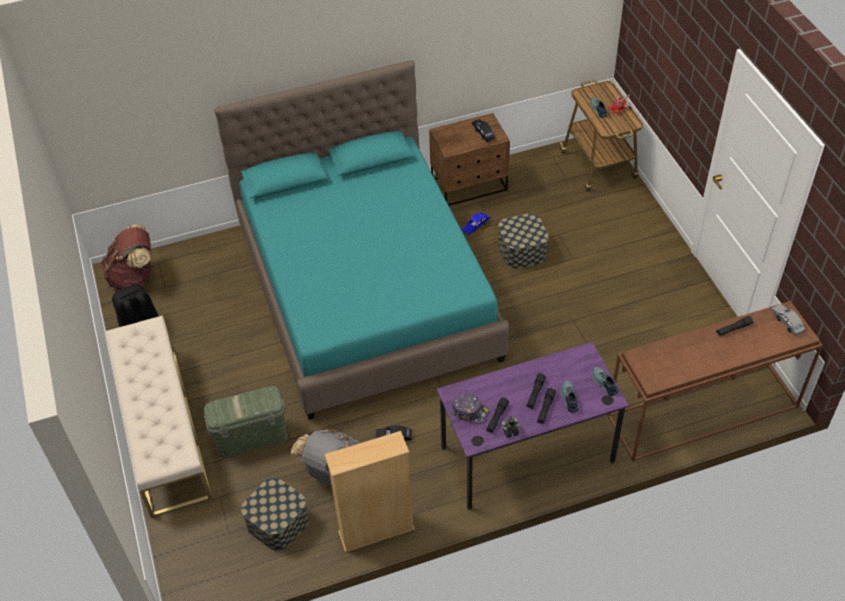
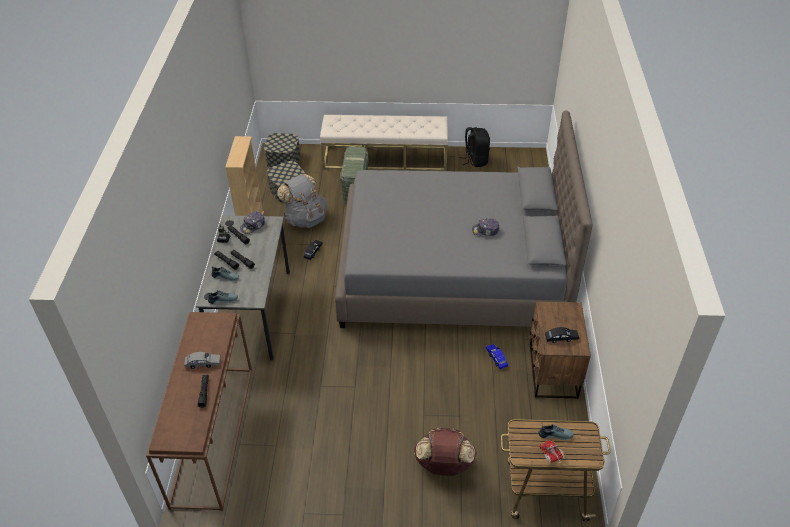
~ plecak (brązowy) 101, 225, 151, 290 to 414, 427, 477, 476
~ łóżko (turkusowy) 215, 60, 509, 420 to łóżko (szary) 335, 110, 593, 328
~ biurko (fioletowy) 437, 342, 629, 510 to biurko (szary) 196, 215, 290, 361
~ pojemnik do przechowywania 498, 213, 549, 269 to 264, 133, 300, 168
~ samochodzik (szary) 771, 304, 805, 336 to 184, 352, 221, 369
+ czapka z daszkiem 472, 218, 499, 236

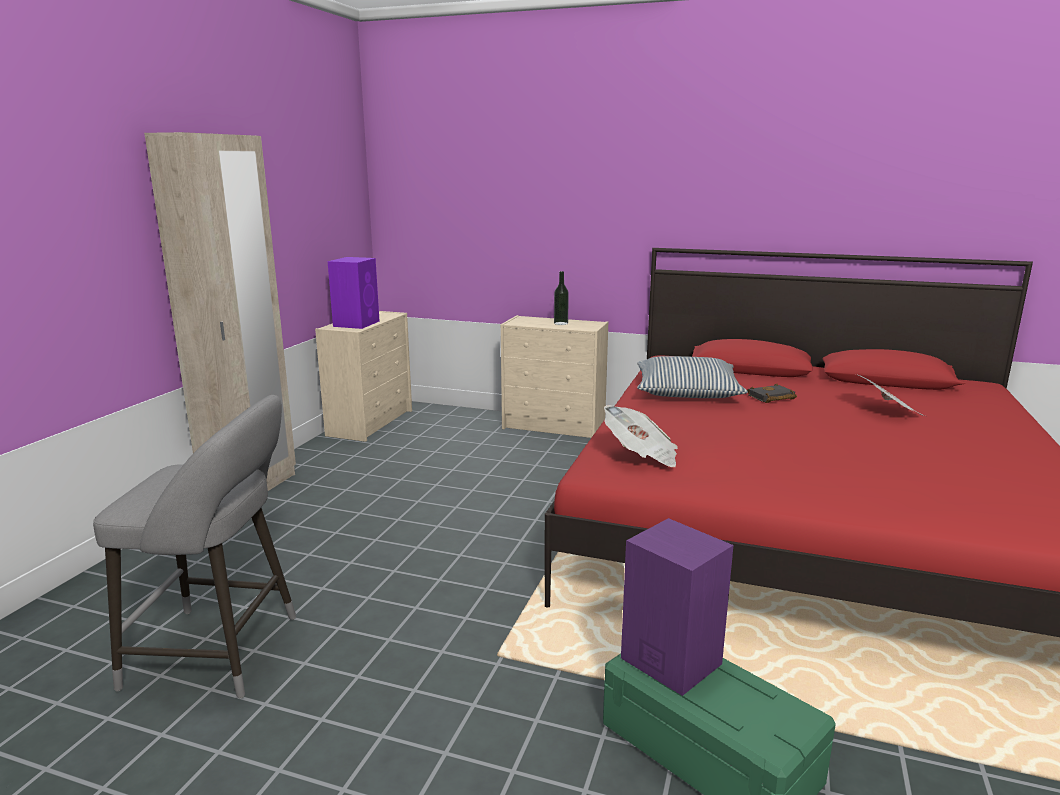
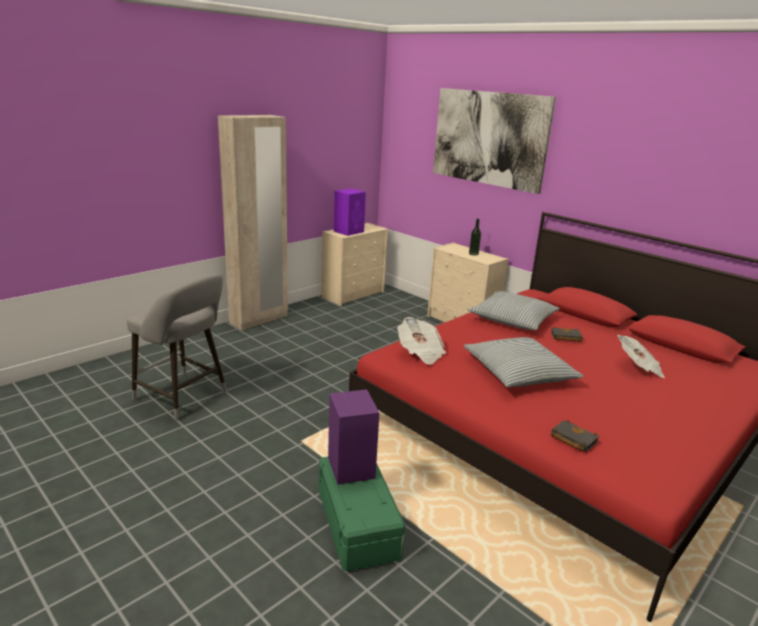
+ obraz 433, 88, 556, 194
+ poduszka 464, 337, 584, 387
+ książka (czarny) 551, 420, 599, 452

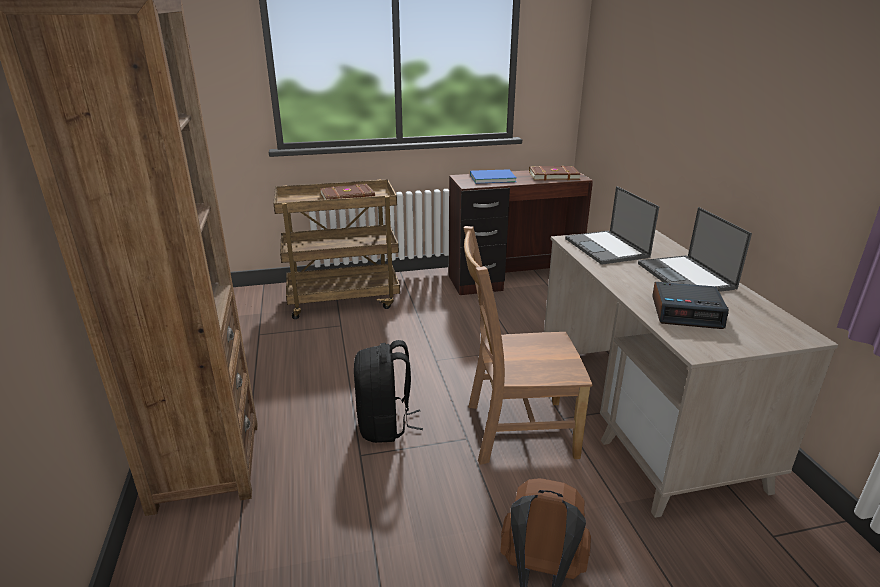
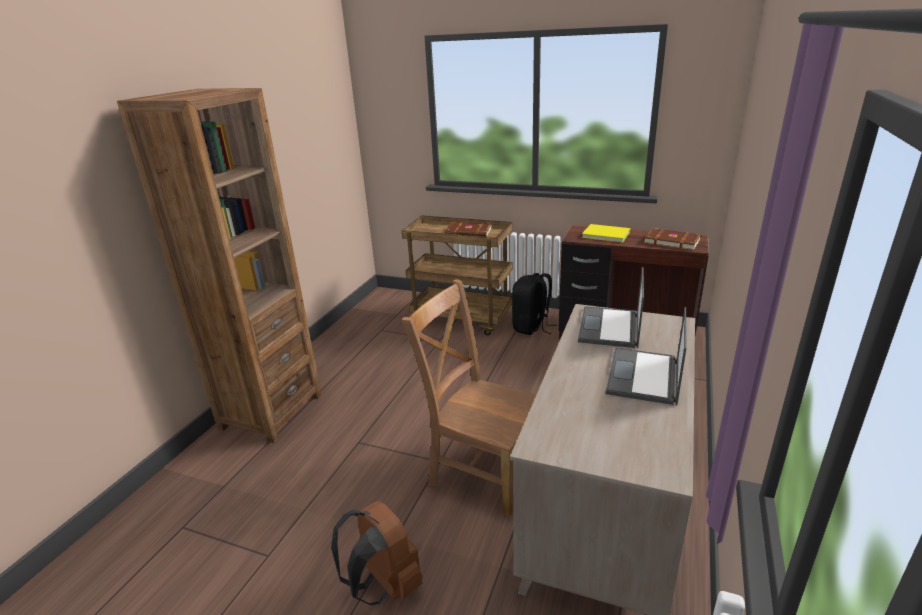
~ plecak (czarny) 354, 340, 423, 443 to 512, 273, 557, 335
~ książka (niebieski) 470, 169, 516, 184 to książka (żółty) 582, 224, 630, 242
- budzik 652, 282, 729, 329

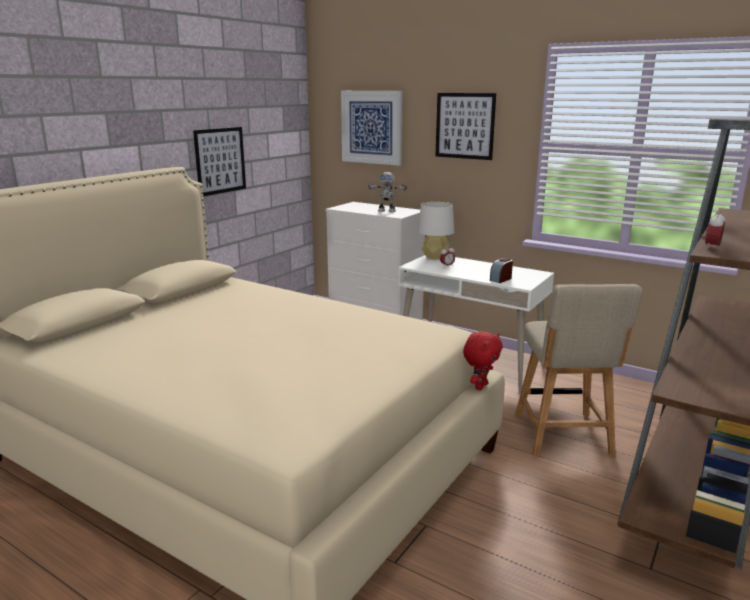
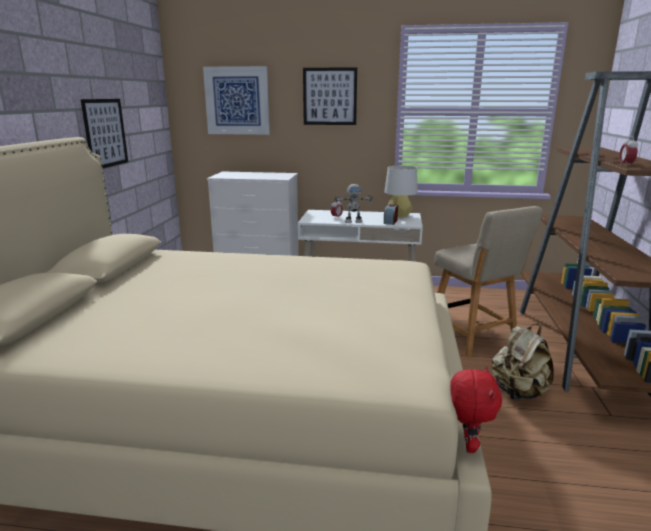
~ robot zabawkowy 368, 172, 407, 212 to 334, 184, 373, 223
~ lampa stołowa (szary) 418, 202, 454, 259 to 385, 166, 418, 217
~ pluszak (czerwony) 463, 331, 503, 390 to 450, 367, 502, 453
+ plecak (beżowy) 492, 324, 554, 400

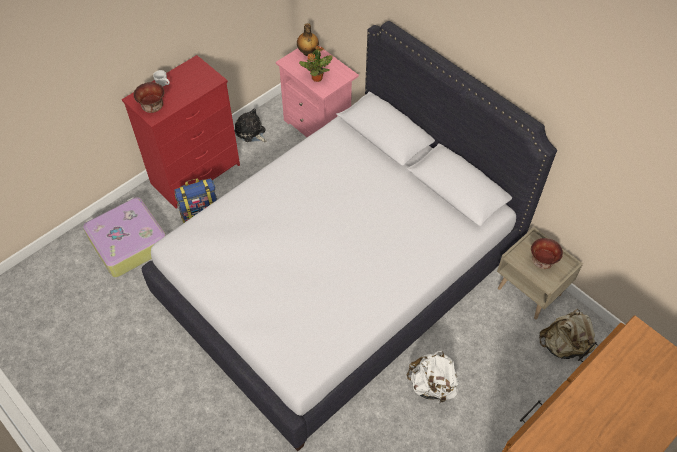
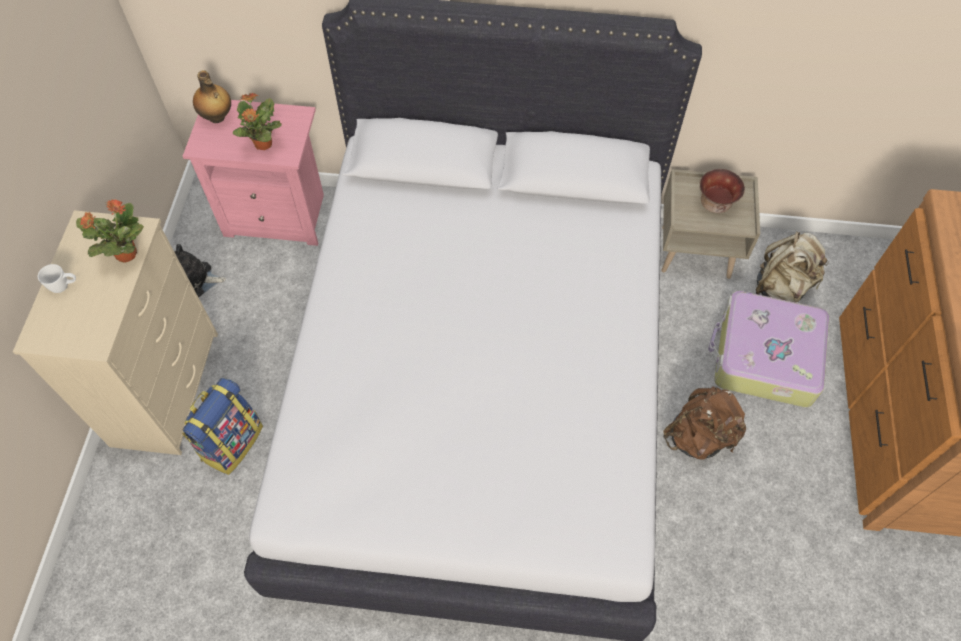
~ walizka 83, 197, 166, 277 to 708, 291, 829, 407
~ komoda (czerwony) 122, 55, 240, 209 to komoda (beżowy) 13, 210, 218, 455
- miska 133, 82, 165, 113
~ plecak (biały) 406, 350, 459, 405 to plecak (brązowy) 663, 386, 746, 459
+ roślina doniczkowa 76, 199, 144, 263

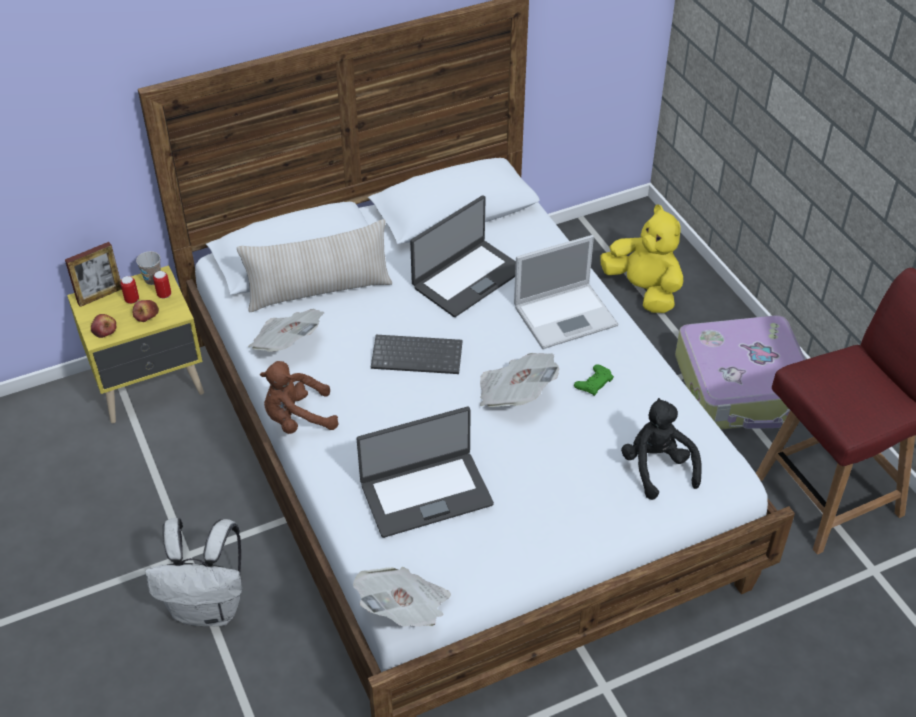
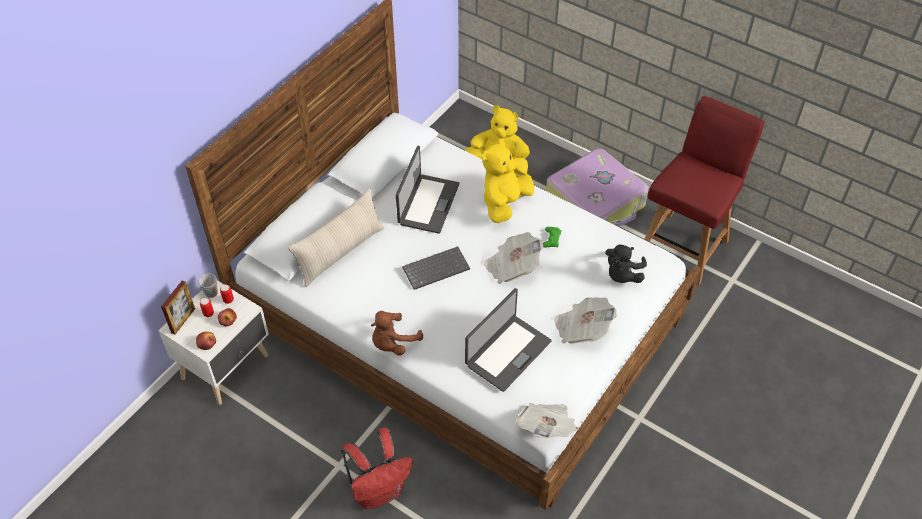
~ szafka nocna (żółty) 67, 266, 204, 423 to szafka nocna (biały) 158, 280, 269, 405
~ plecak (biały) 145, 518, 242, 627 to plecak (czerwony) 341, 428, 413, 509
~ gazeta 248, 309, 324, 352 to 554, 297, 617, 344
~ laptop 514, 235, 618, 349 to pluszak (żółty) 482, 138, 534, 223
~ pluszak (czarny) 621, 398, 702, 500 = 605, 245, 647, 283 105 degrees counterclockwise

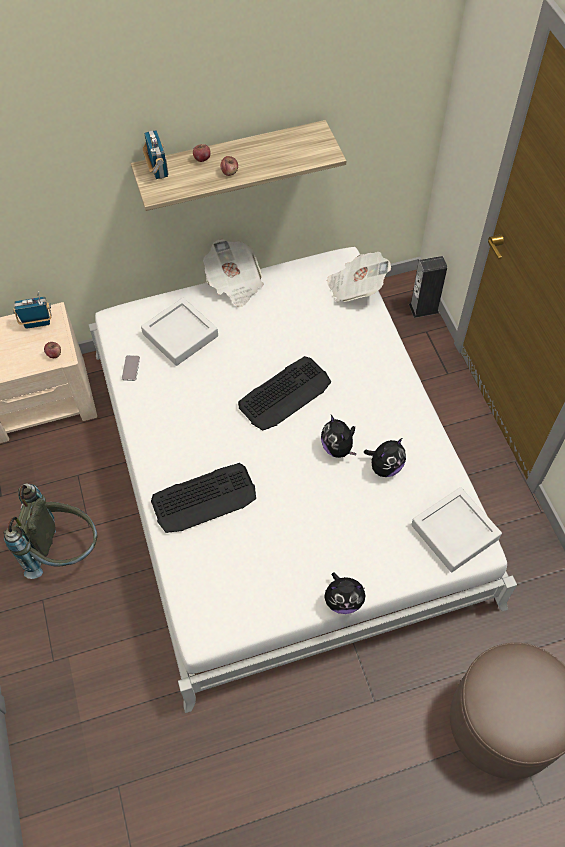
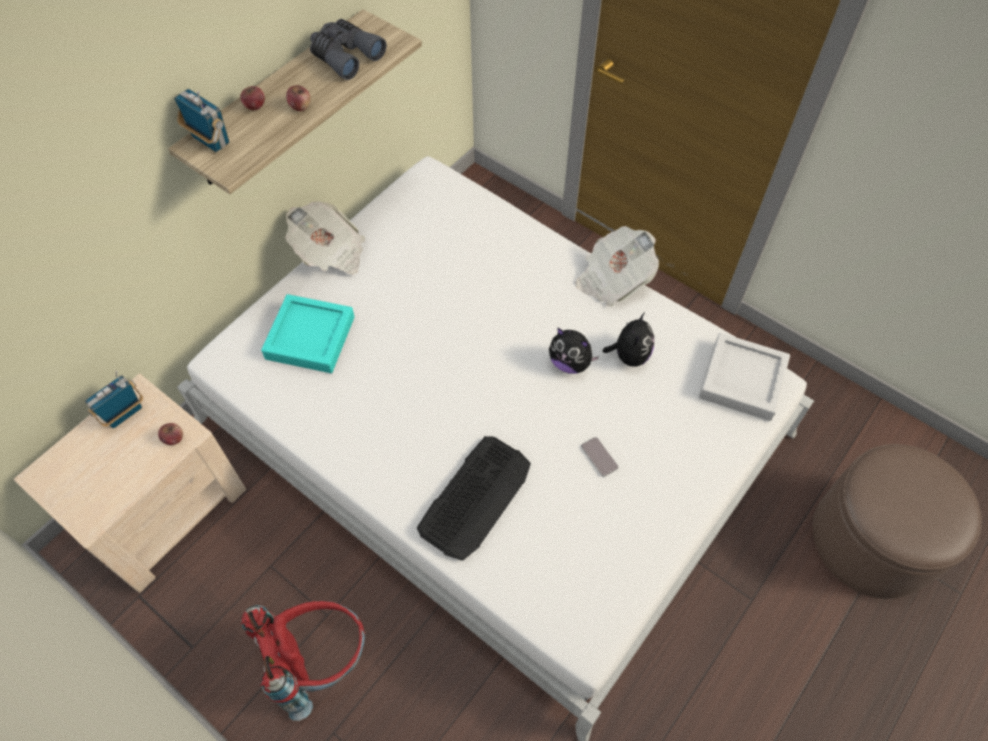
~ plecak (szary) 3, 484, 97, 579 to plecak (czerwony) 241, 601, 365, 721
~ telefon 122, 355, 140, 381 to 581, 437, 618, 477
~ taca (szary) 141, 298, 218, 366 to taca (turkusowy) 261, 294, 355, 373
- klawiatura 238, 356, 331, 431
- pluszak 324, 572, 367, 614
~ gazeta 326, 252, 391, 303 to 575, 226, 659, 307
- głośnik 409, 256, 447, 318
+ lornetka (szary) 310, 19, 387, 80

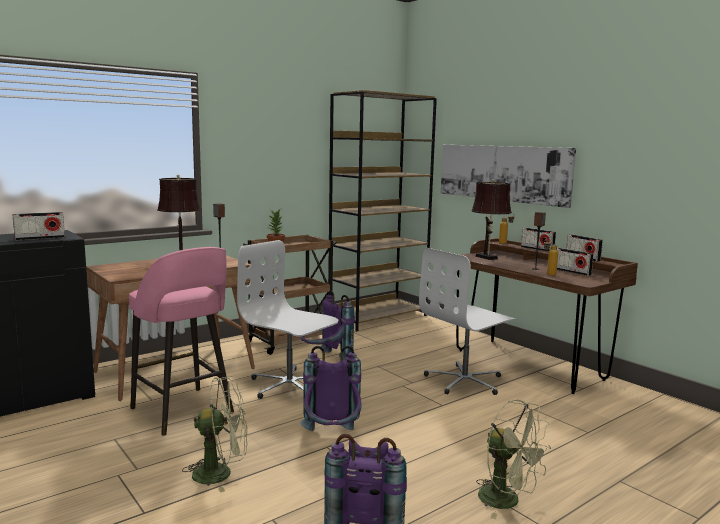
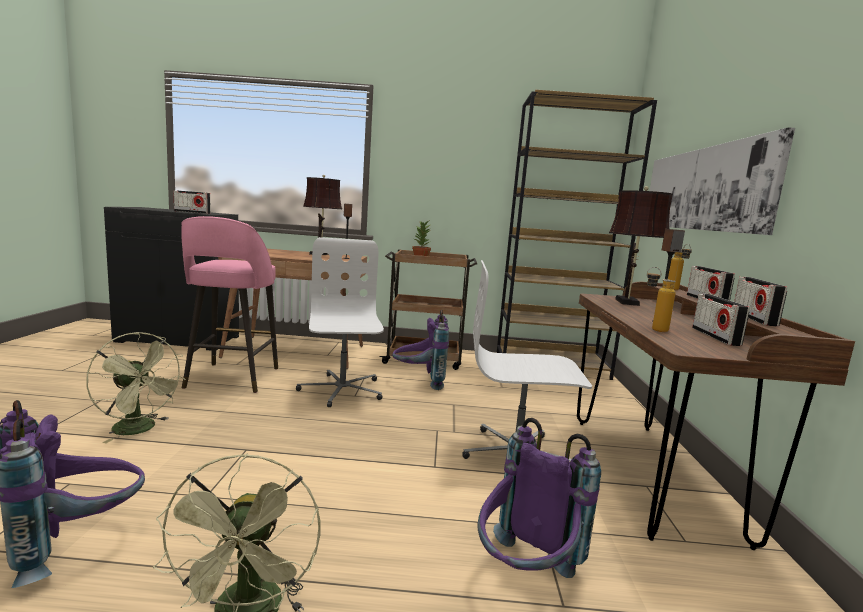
~ plecak (fioletowy) 300, 346, 362, 431 to 477, 418, 601, 578

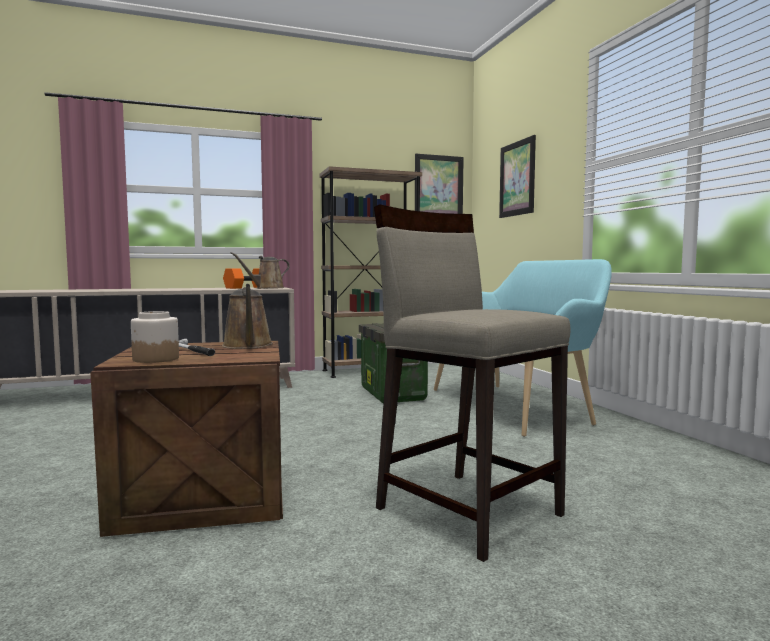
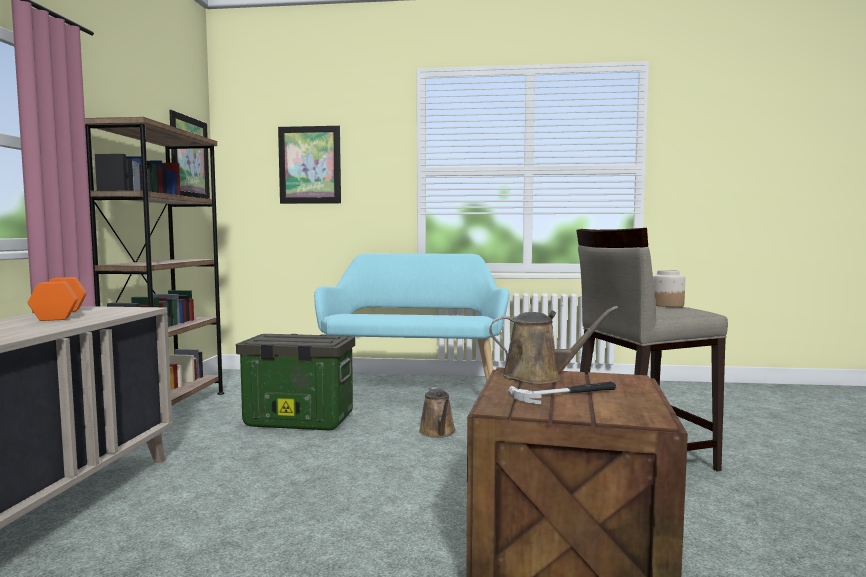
~ słoik 131, 311, 179, 363 to 653, 270, 685, 307
~ konewka (brązowy) 231, 252, 290, 289 to 419, 387, 456, 438

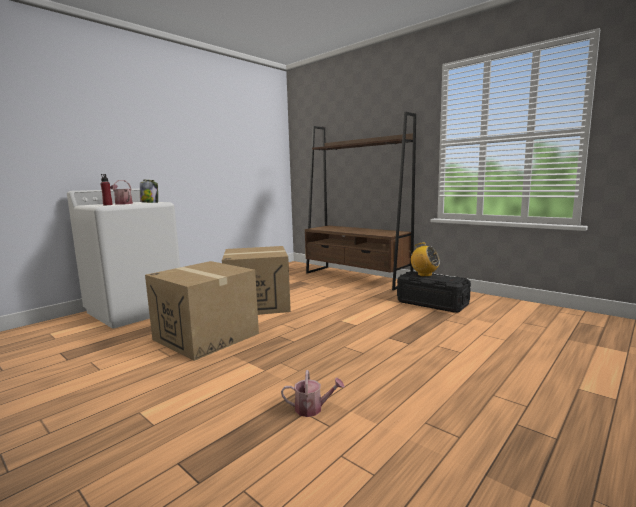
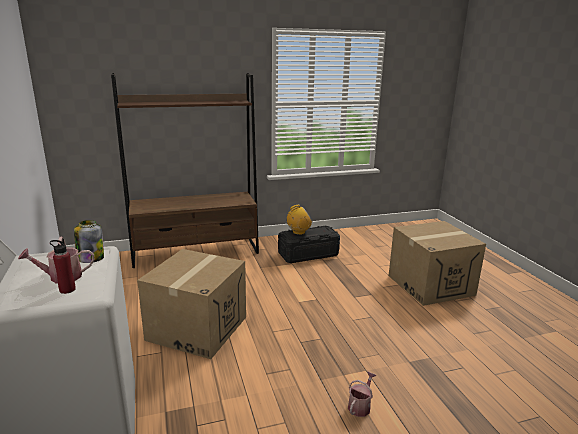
~ karton 145, 261, 259, 361 to 389, 221, 486, 306
~ konewka 281, 370, 345, 417 to 348, 372, 377, 417

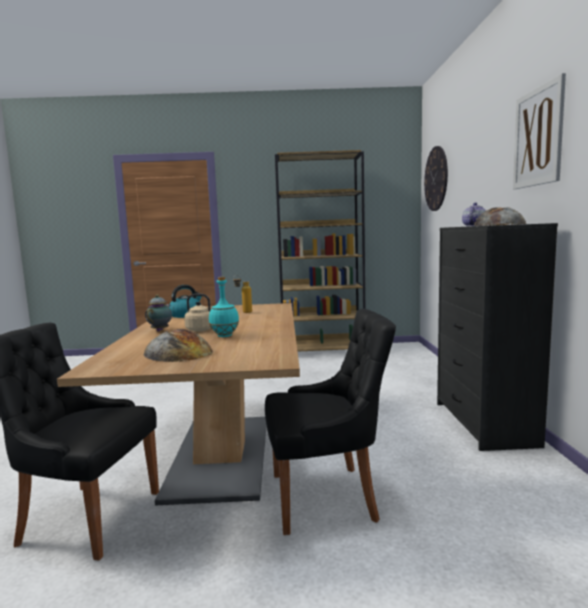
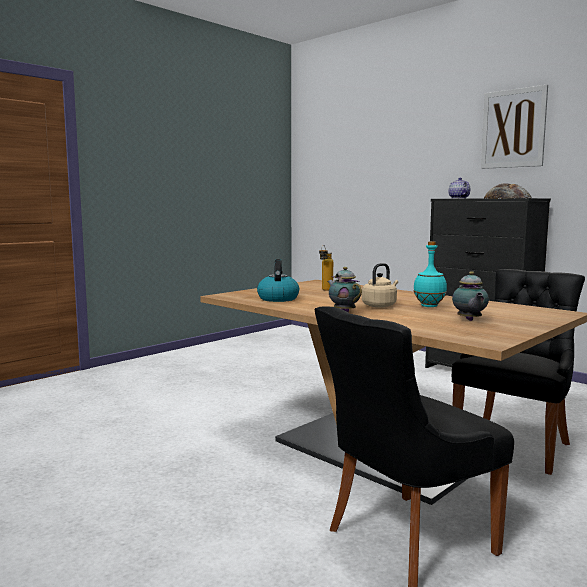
~ chleb 144, 329, 212, 362 to imbryk 452, 271, 489, 321
- regał (brązowy) 275, 150, 365, 352
- zegar ścienny 424, 146, 448, 211

